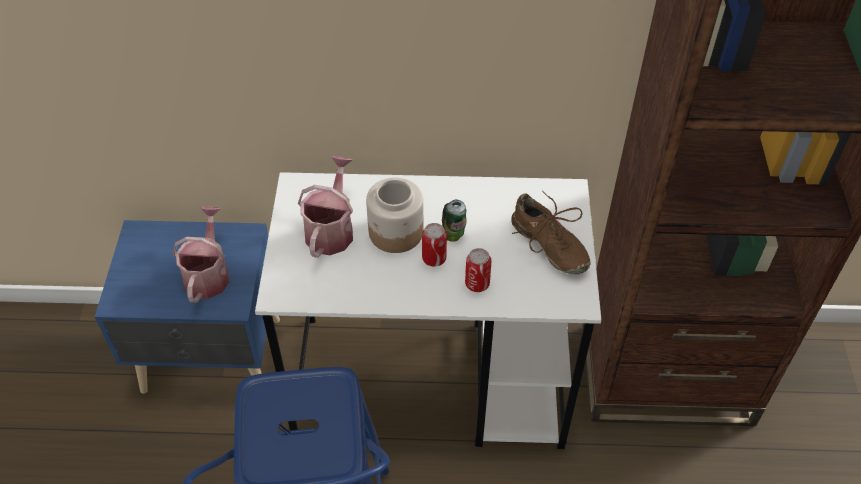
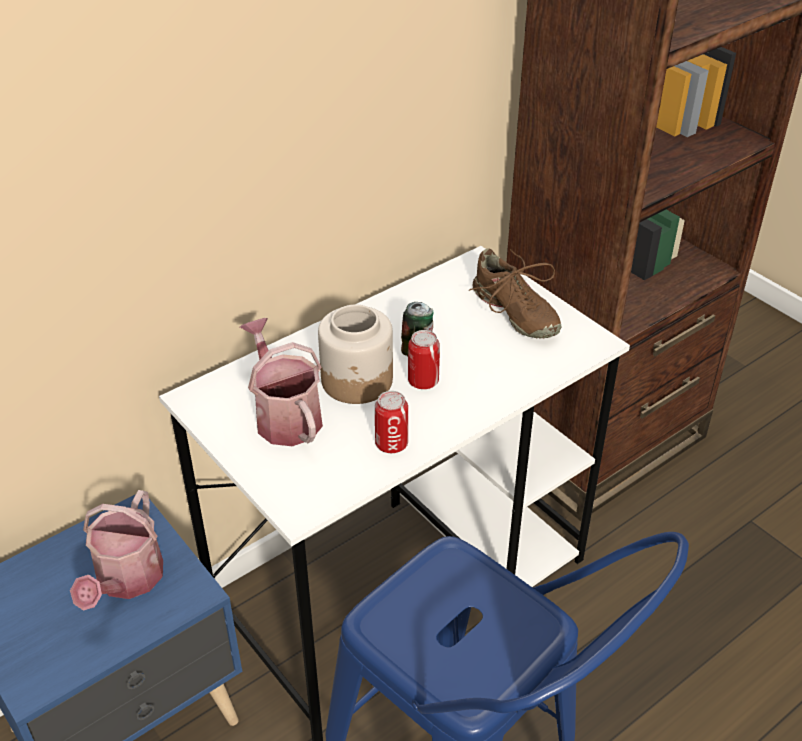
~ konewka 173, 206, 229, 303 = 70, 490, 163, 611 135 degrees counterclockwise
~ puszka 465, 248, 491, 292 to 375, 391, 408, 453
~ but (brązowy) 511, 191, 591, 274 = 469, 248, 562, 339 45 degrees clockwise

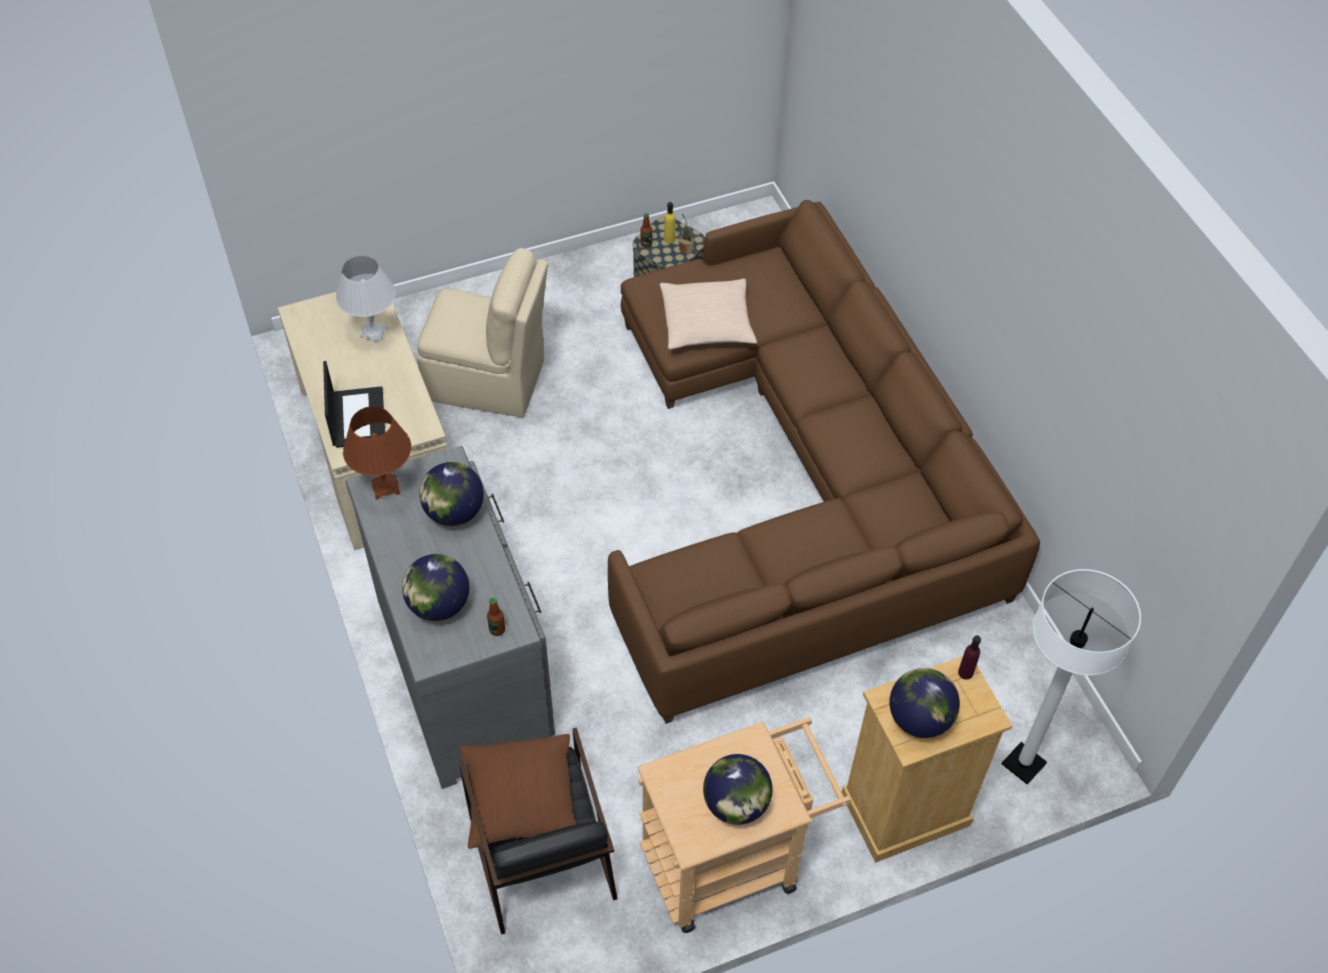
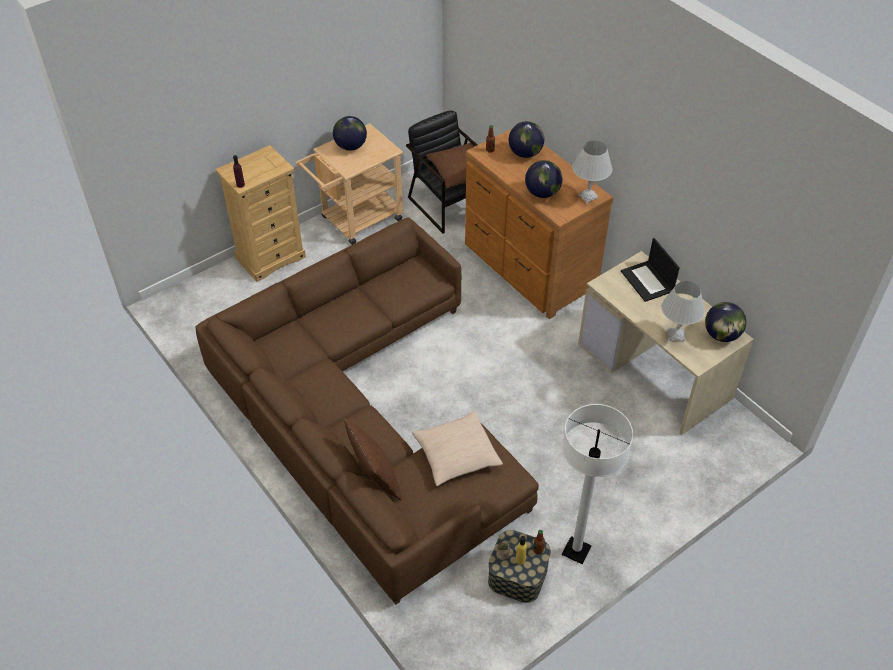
~ lampa stołowa (brązowy) 343, 406, 411, 500 to lampa stołowa (biały) 572, 140, 612, 204
~ komoda (szary) 346, 446, 555, 789 to komoda (brązowy) 465, 129, 613, 319
- krzesło (beżowy) 417, 248, 548, 417
~ globus 889, 668, 960, 738 to 705, 302, 746, 342
~ lampa stojąca (biały) 1001, 569, 1141, 785 to 562, 404, 633, 564
+ poduszka (brązowy) 344, 418, 402, 501

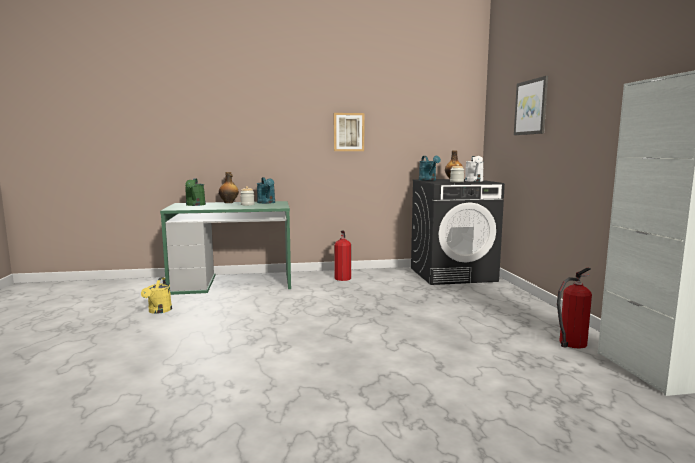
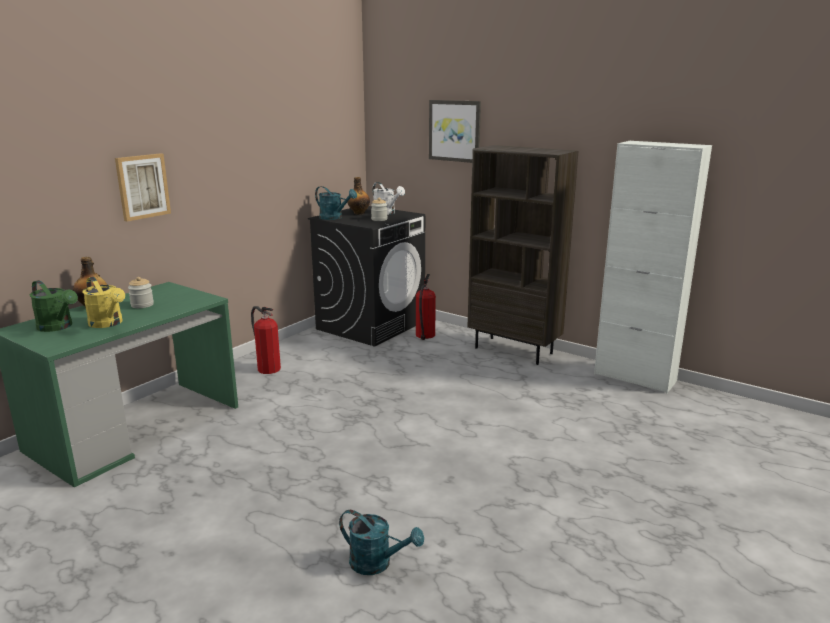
~ konewka (żółty) 141, 277, 172, 314 to 83, 277, 125, 328
~ konewka (turkusowy) 257, 177, 275, 204 to 339, 510, 424, 575
~ obraz 334, 113, 365, 151 to 115, 153, 171, 221
~ gaśnica 557, 268, 592, 349 to 416, 274, 436, 340
+ regał (brązowy) 467, 145, 578, 365

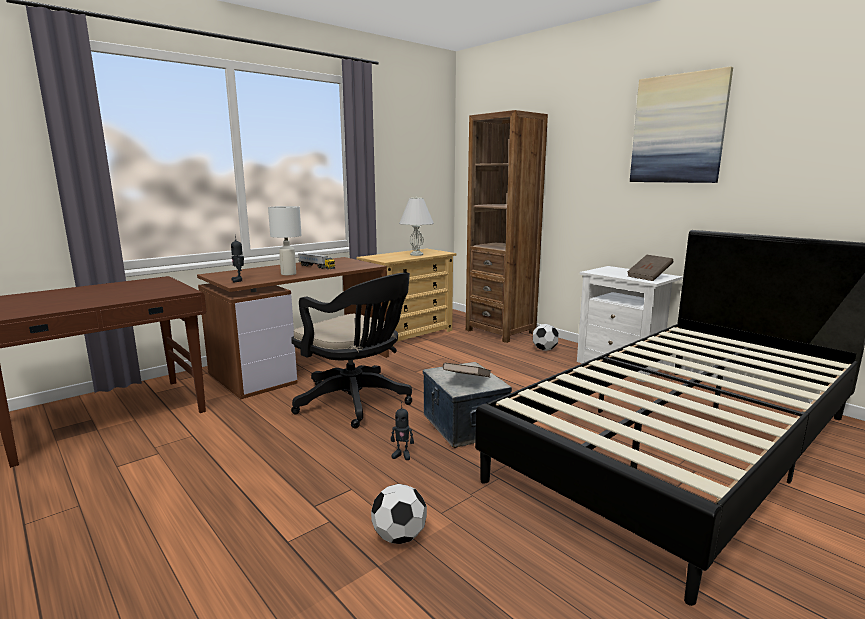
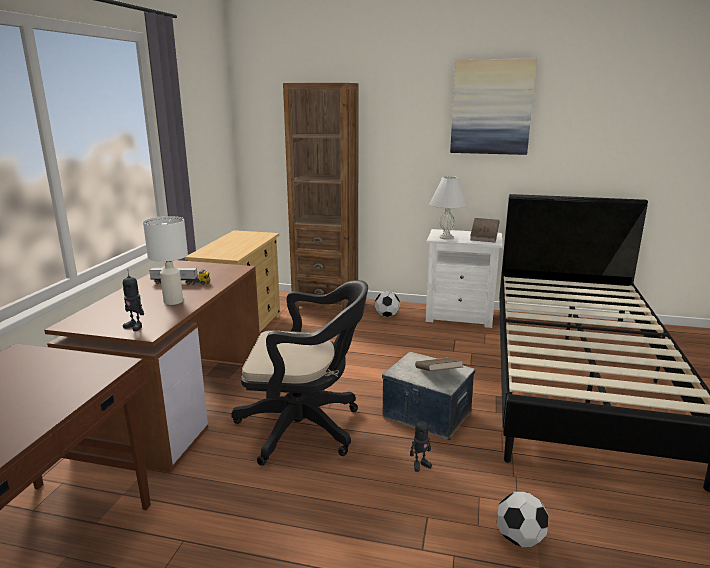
~ lampa stołowa (biały) 399, 197, 434, 256 to 429, 176, 468, 240

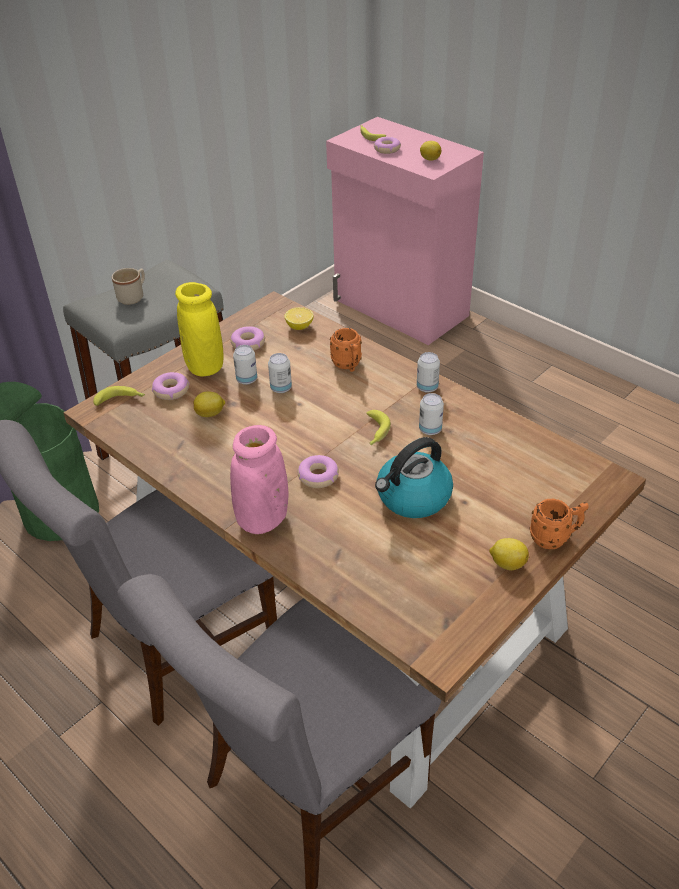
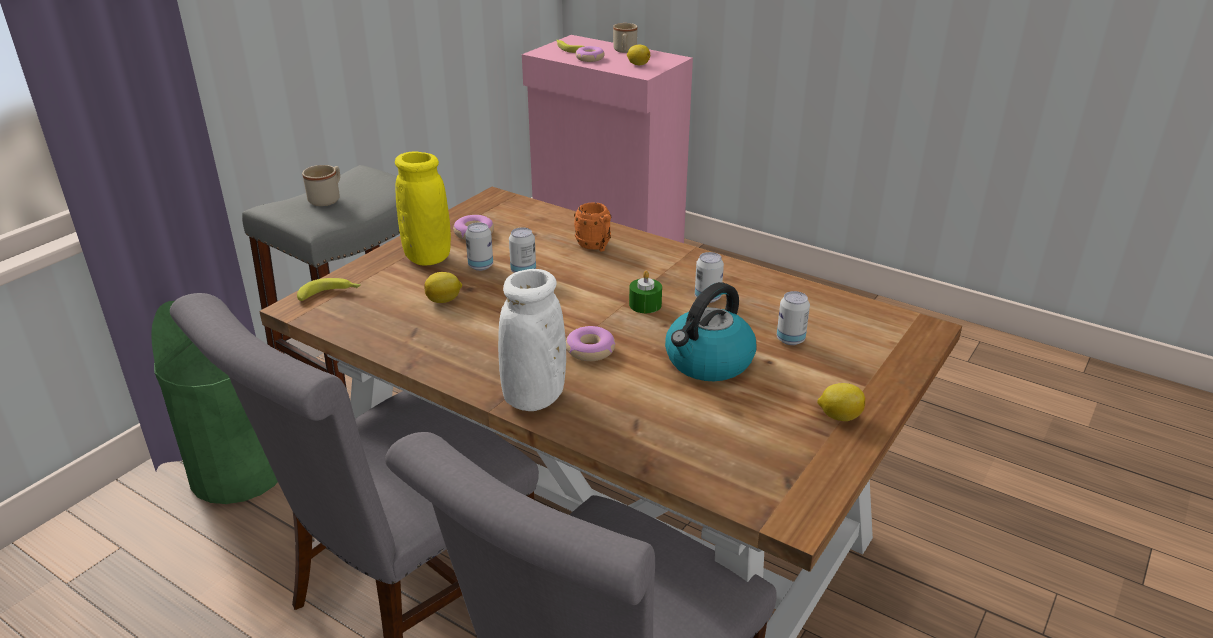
- donut 152, 372, 189, 400
~ wazon (różowy) 230, 425, 288, 534 to wazon (biały) 498, 269, 566, 411
- cytryna 285, 307, 314, 330
~ banan 366, 410, 391, 445 to świeca (zielony) 629, 271, 662, 313
~ puszka 417, 352, 440, 393 to 777, 291, 810, 345
- kubek (pomarańczowy) 529, 499, 589, 549
+ kubek (beżowy) 613, 23, 637, 53

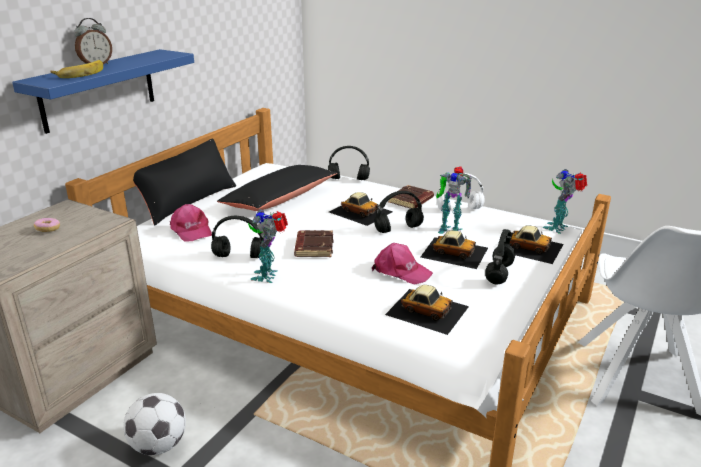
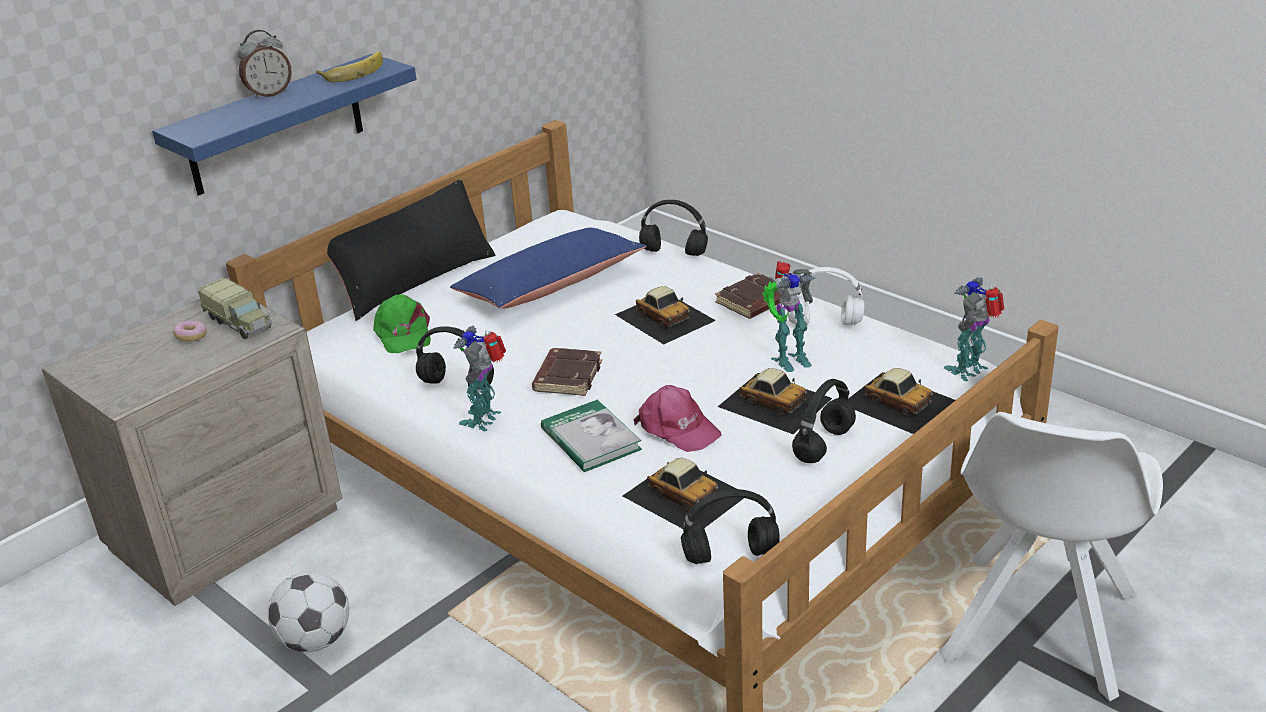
~ banan 50, 60, 103, 78 to 316, 51, 383, 82
~ czapka z daszkiem (różowy) 170, 204, 212, 242 to czapka z daszkiem (zielony) 373, 294, 431, 353
~ poduszka (czarny) 217, 165, 337, 211 to poduszka (niebieski) 450, 228, 646, 308
~ słuchawki (czarny) 374, 191, 424, 233 to 681, 489, 780, 564
~ robot zabawkowy 436, 167, 472, 234 = 762, 261, 815, 372 60 degrees counterclockwise
+ ciężarówka zabawkowa 198, 277, 272, 339
+ książka 541, 400, 642, 472

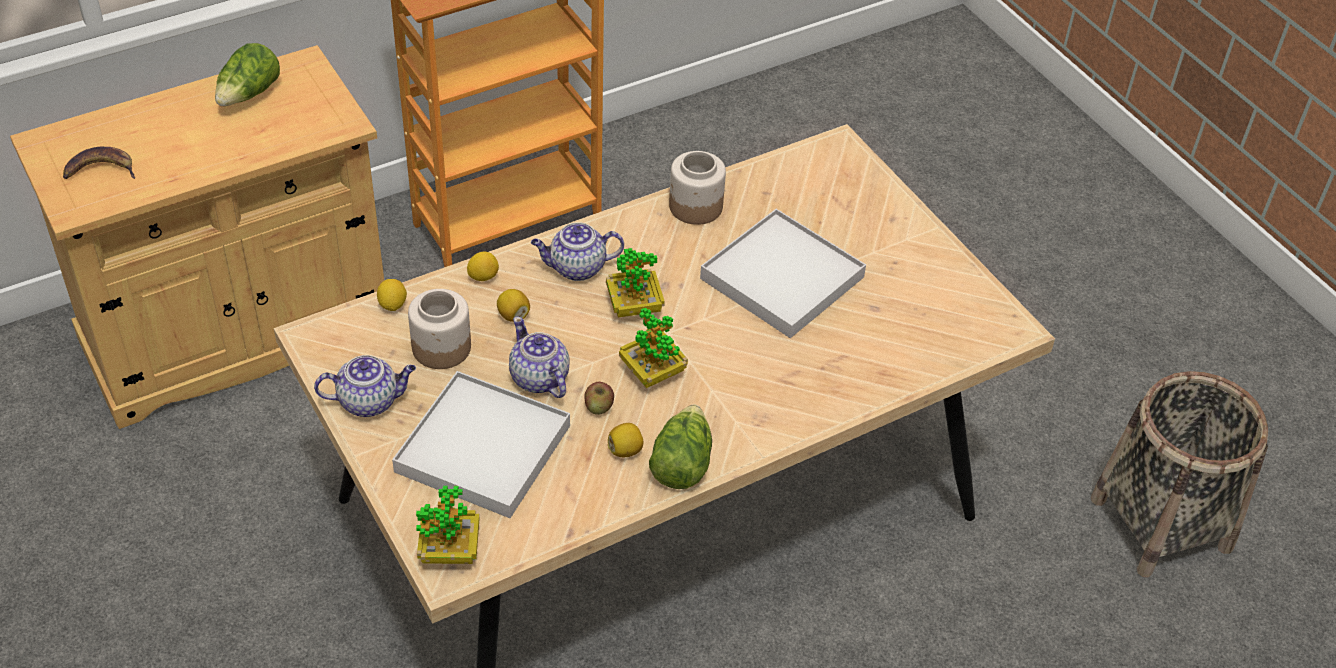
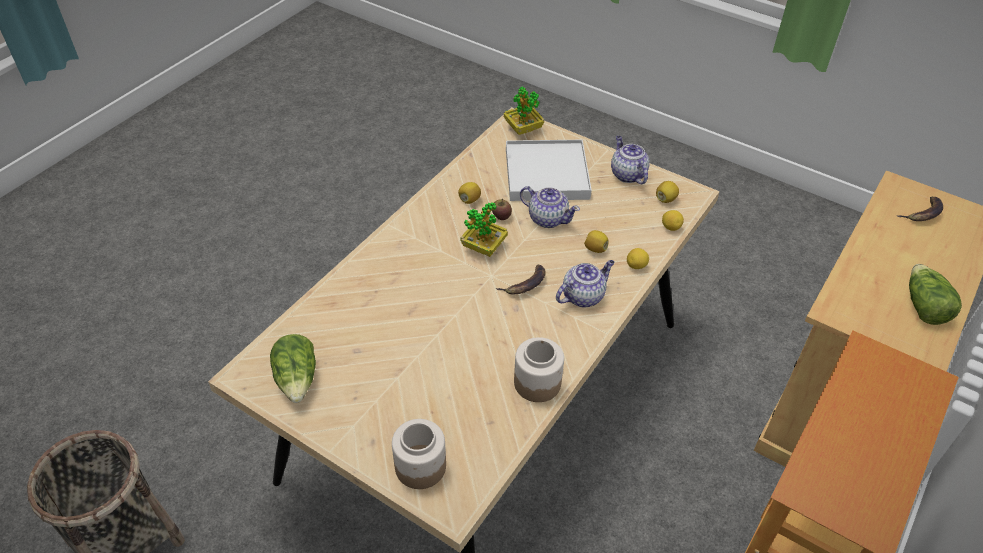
~ imbryk 314, 355, 416, 417 = 611, 136, 650, 184 105 degrees clockwise
~ słoik 408, 289, 471, 369 to 392, 419, 446, 489
~ roślina doniczkowa 606, 248, 665, 318 to banan 496, 264, 546, 294
~ sałata 649, 404, 712, 489 to 270, 334, 316, 403
- taca (biały) 700, 209, 866, 338
+ cytryna 656, 181, 679, 203

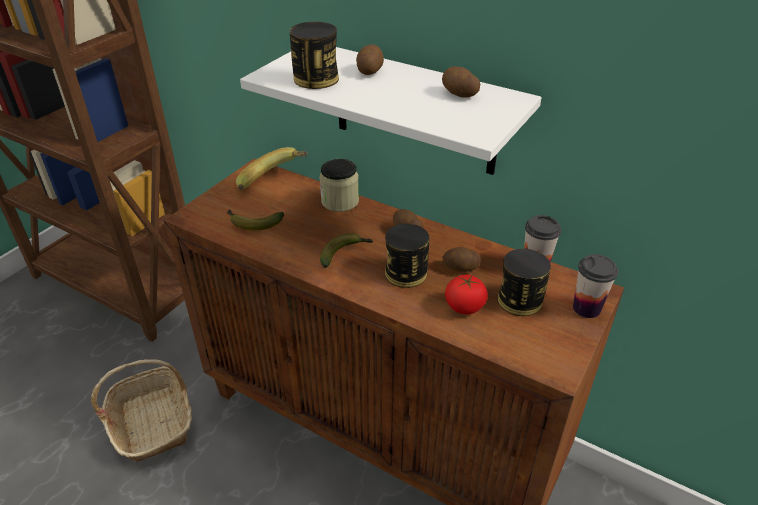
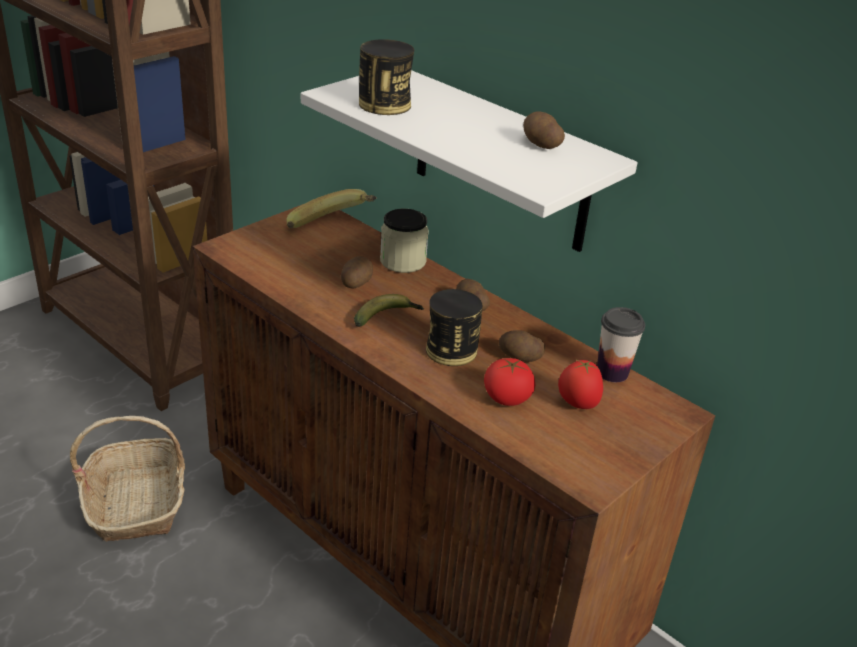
- banan 227, 209, 284, 230
~ ziemniak 356, 44, 384, 75 to 341, 256, 373, 288
~ puszka 497, 249, 551, 316 to pomidor 558, 360, 603, 409
- filiżanka 573, 254, 618, 318

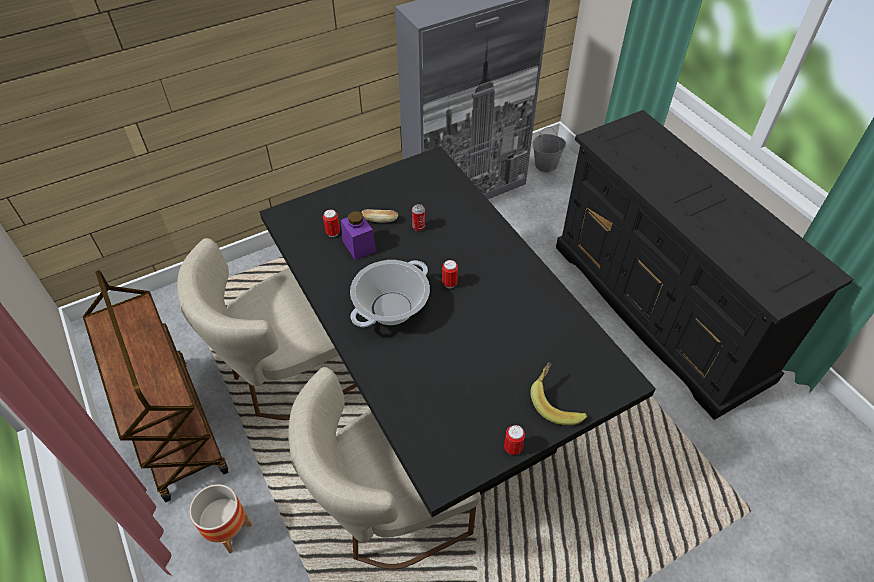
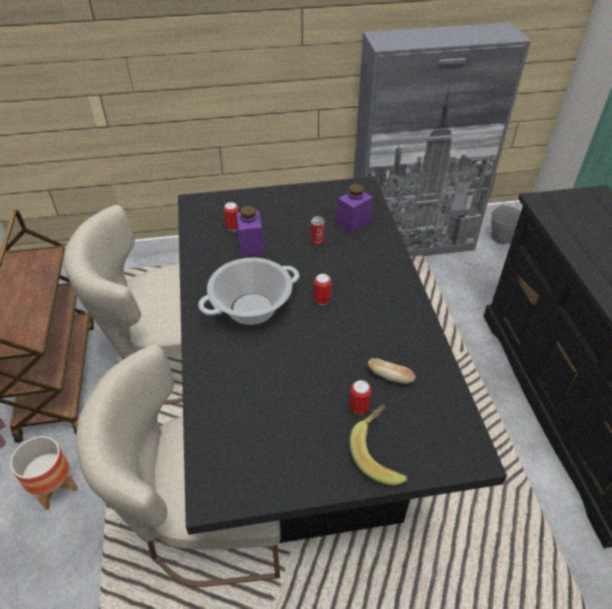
~ chleb 361, 209, 398, 223 to 368, 358, 416, 384
~ puszka 504, 425, 525, 455 to 349, 380, 371, 415
+ słoik (fioletowy) 336, 184, 373, 234

